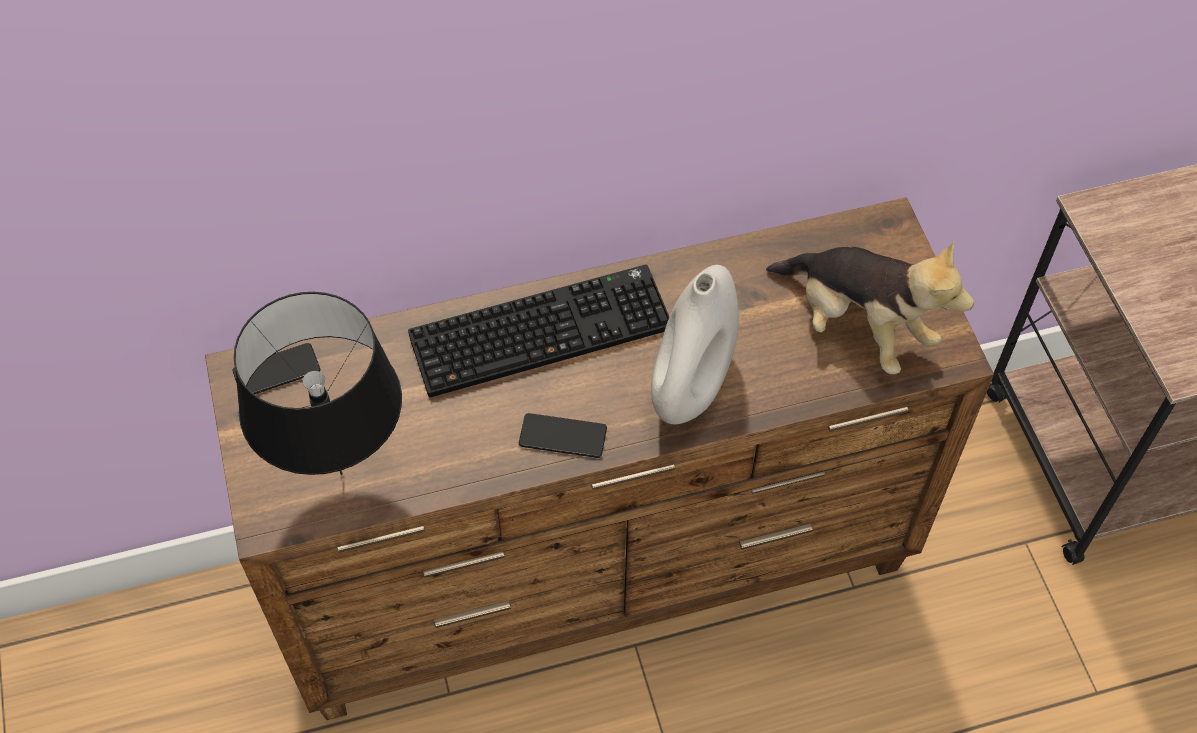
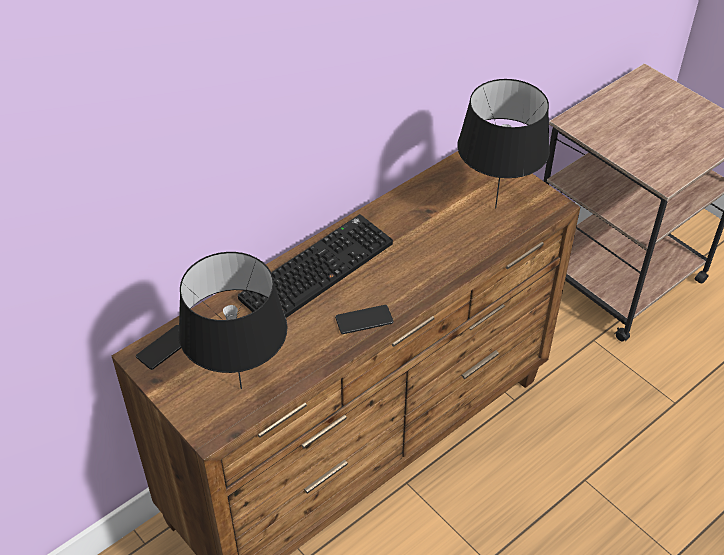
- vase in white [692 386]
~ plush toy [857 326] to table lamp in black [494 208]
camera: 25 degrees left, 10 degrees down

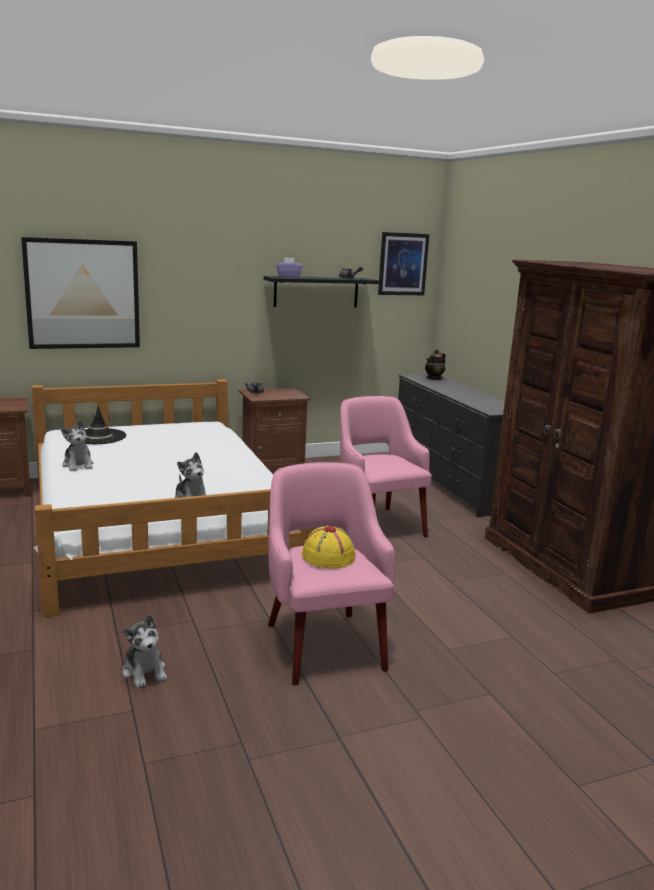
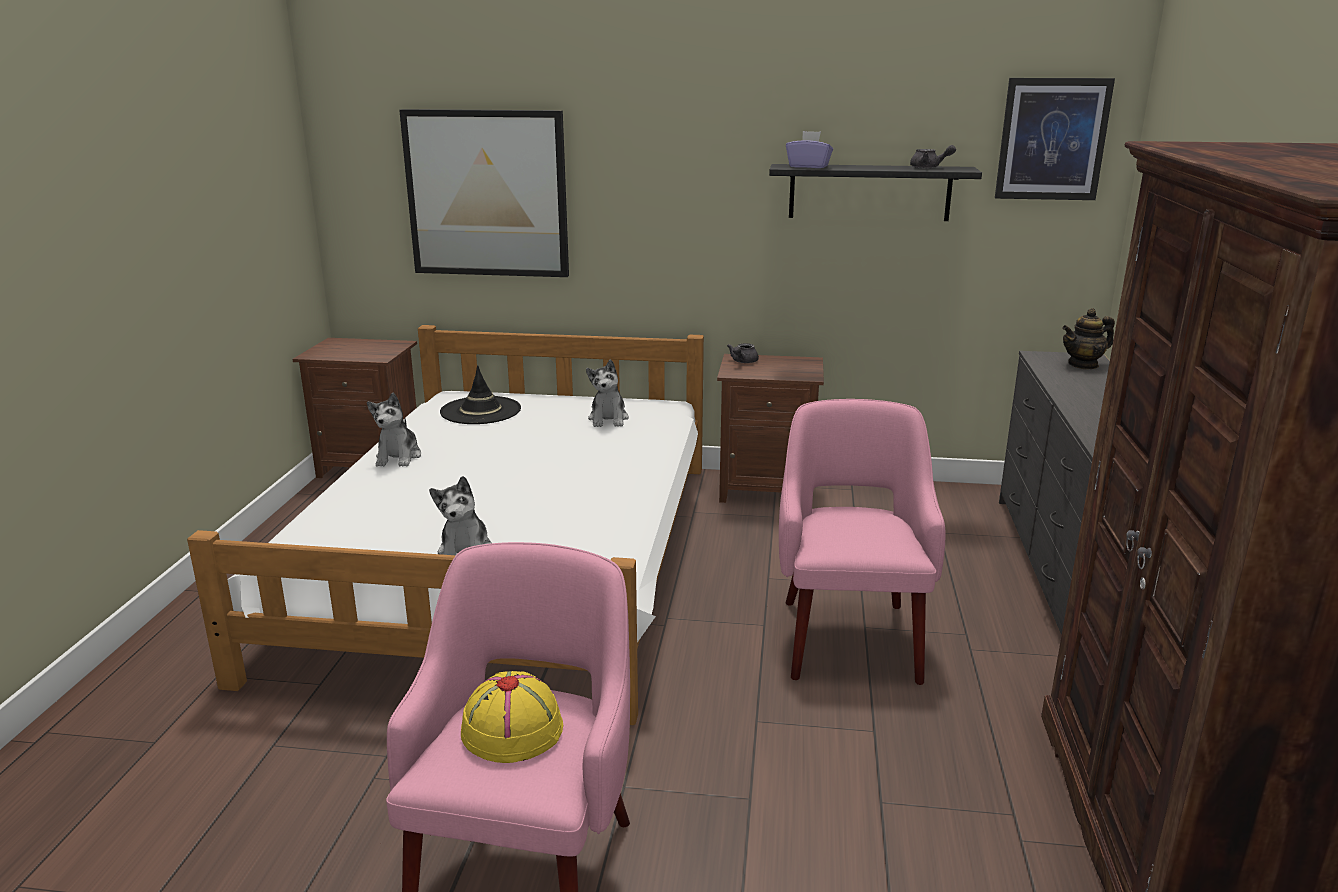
~ plush toy [145 671] to [608 419]
camera: 30 degrees right, 5 degrees up

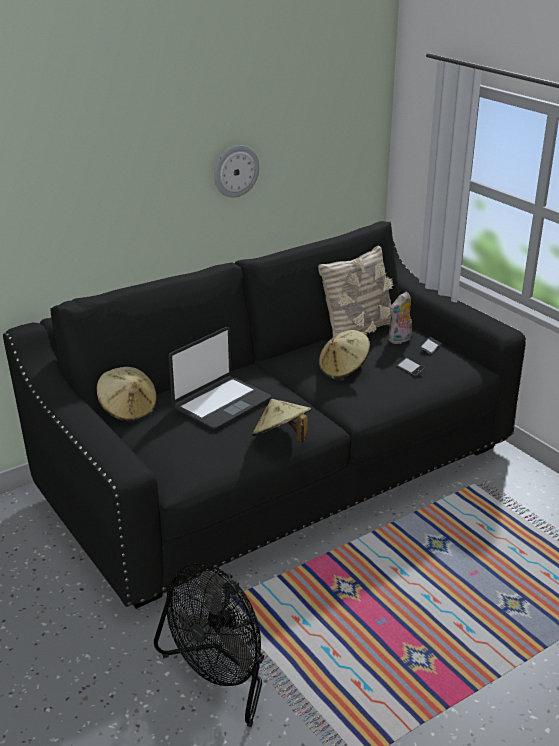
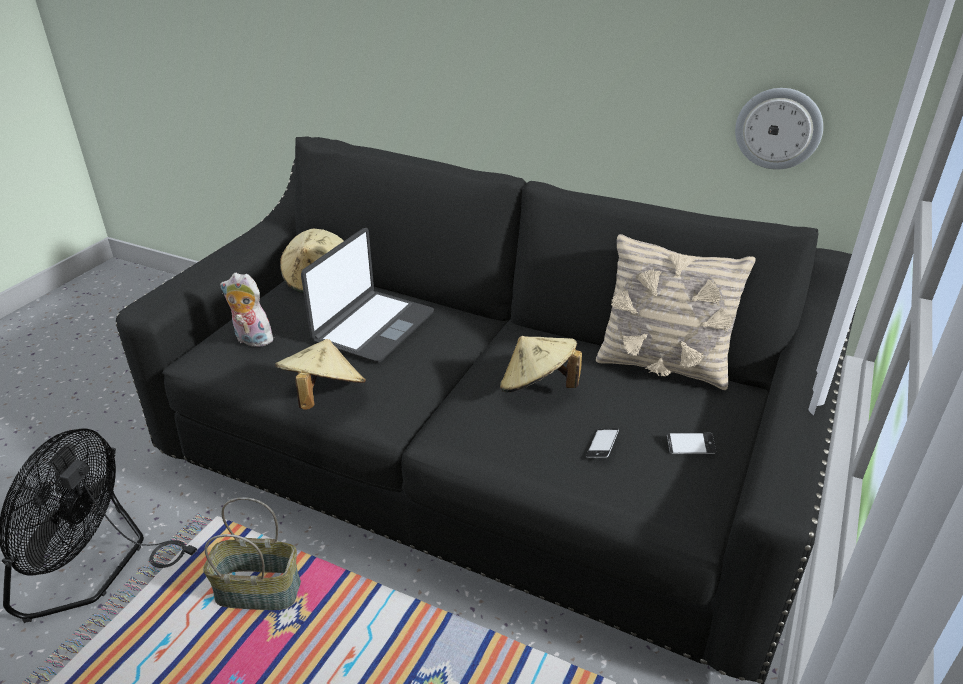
~ laptop [221 403] = [373 327] 75 degrees counterclockwise
~ wall clock [235 171] to [778 128]
~ plush toy [400 340] to [251 340]
+ basket [259 590]
camera: 60 degrees right, 5 degrees up

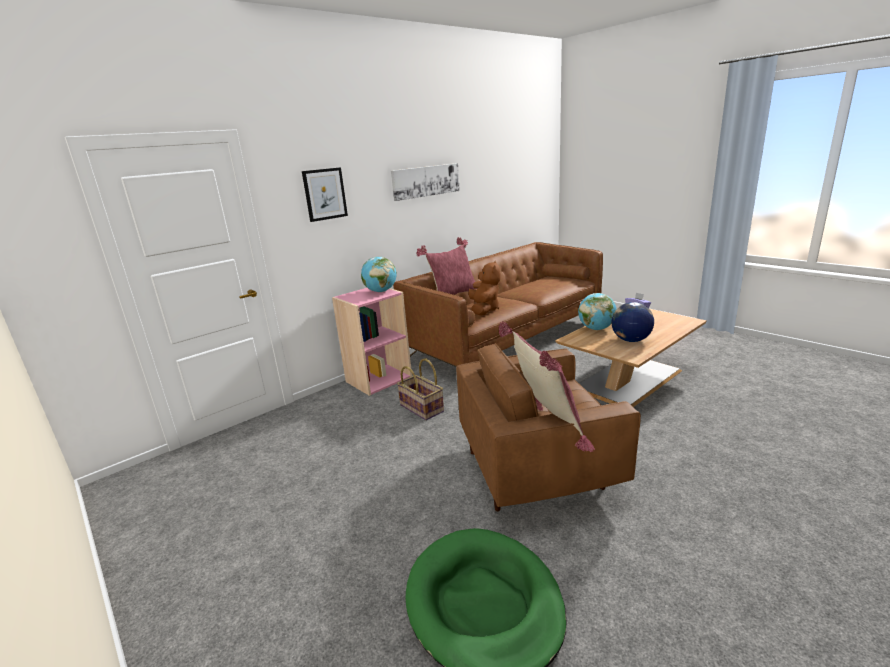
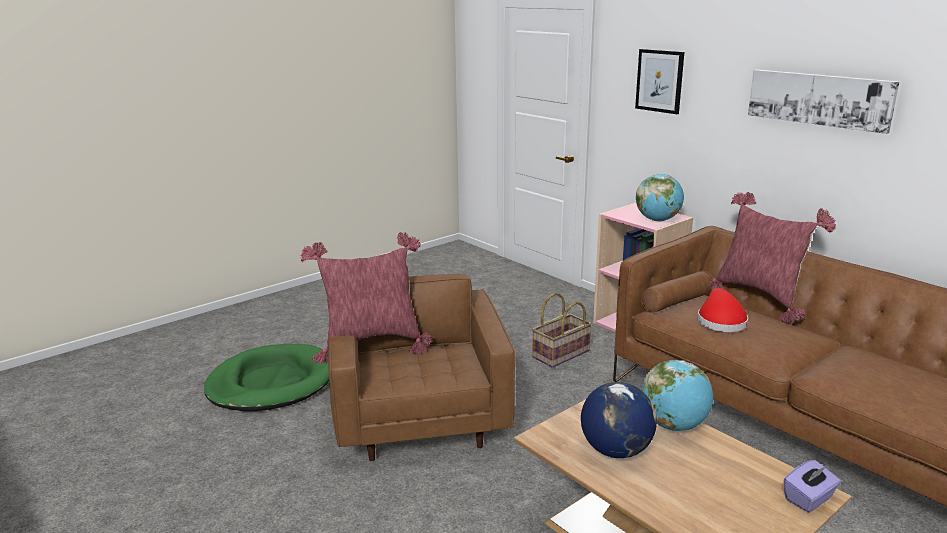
~ plush toy in brown [484 310] to hat in red [720 321]
camera: 90 degrees right, 0 degrees up

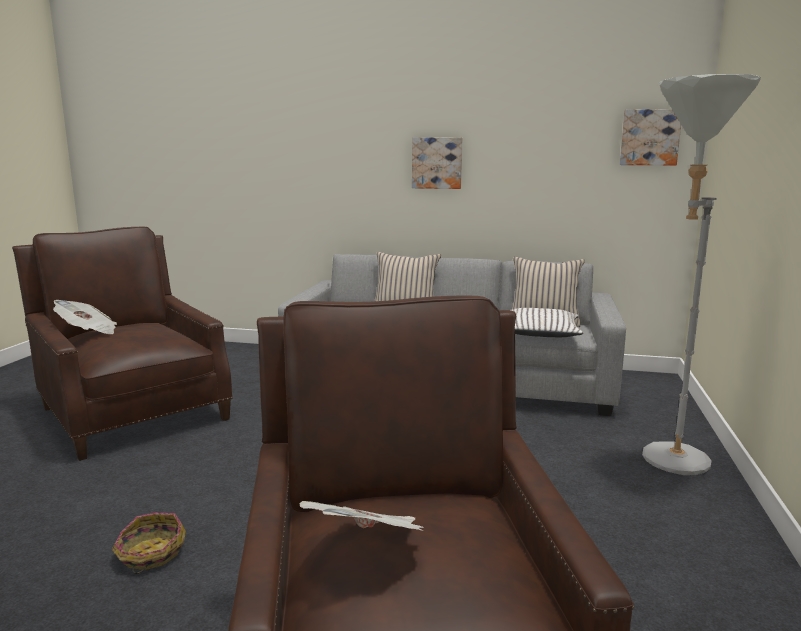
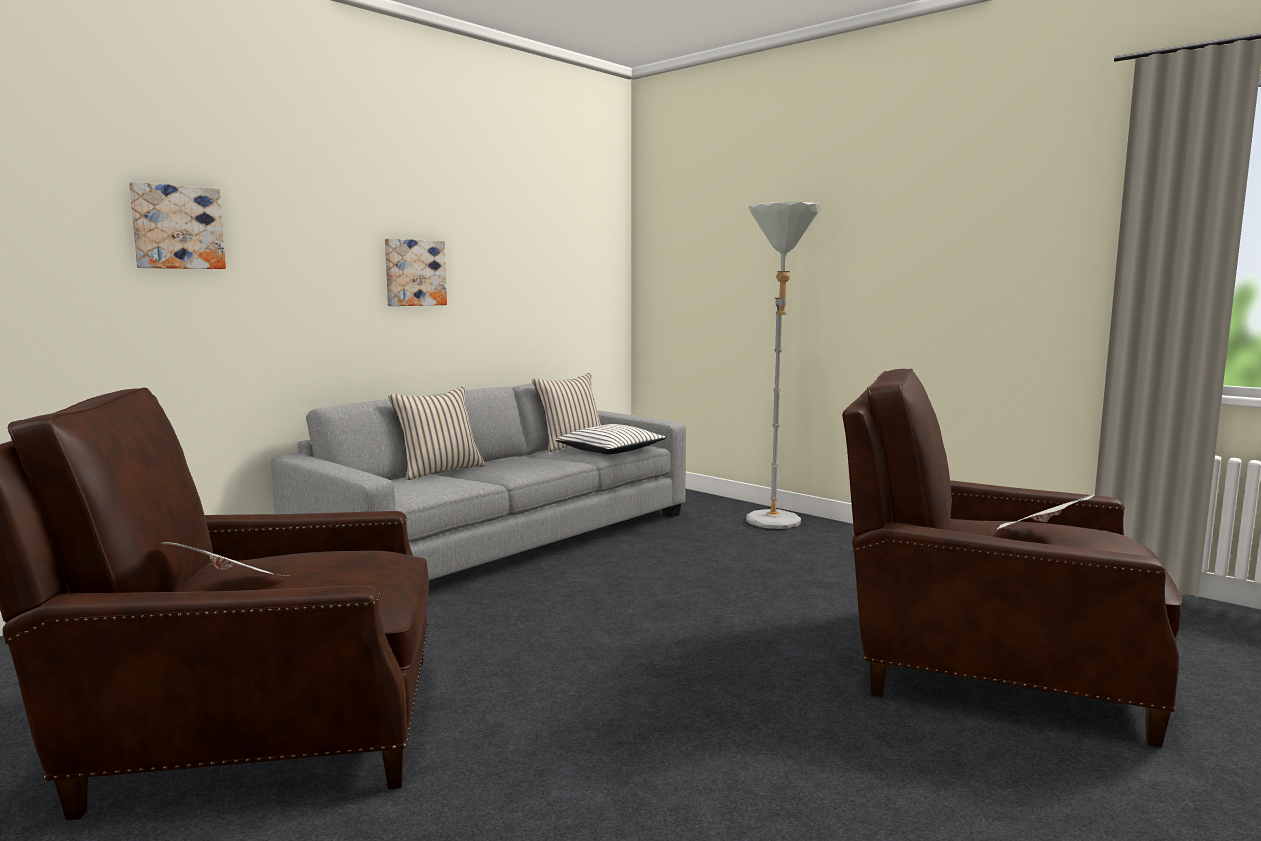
- basket [150 554]
~ picture [649 137] to [177 227]
camera: 60 degrees left, 5 degrees down

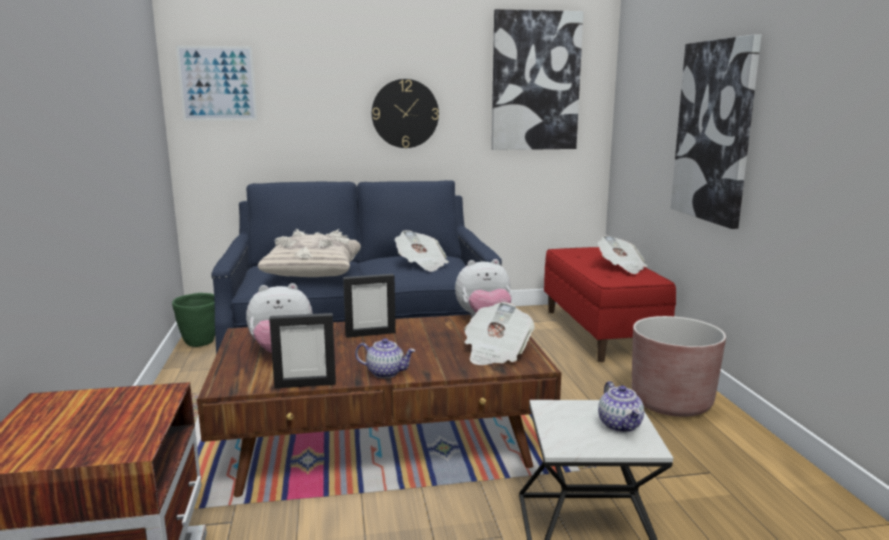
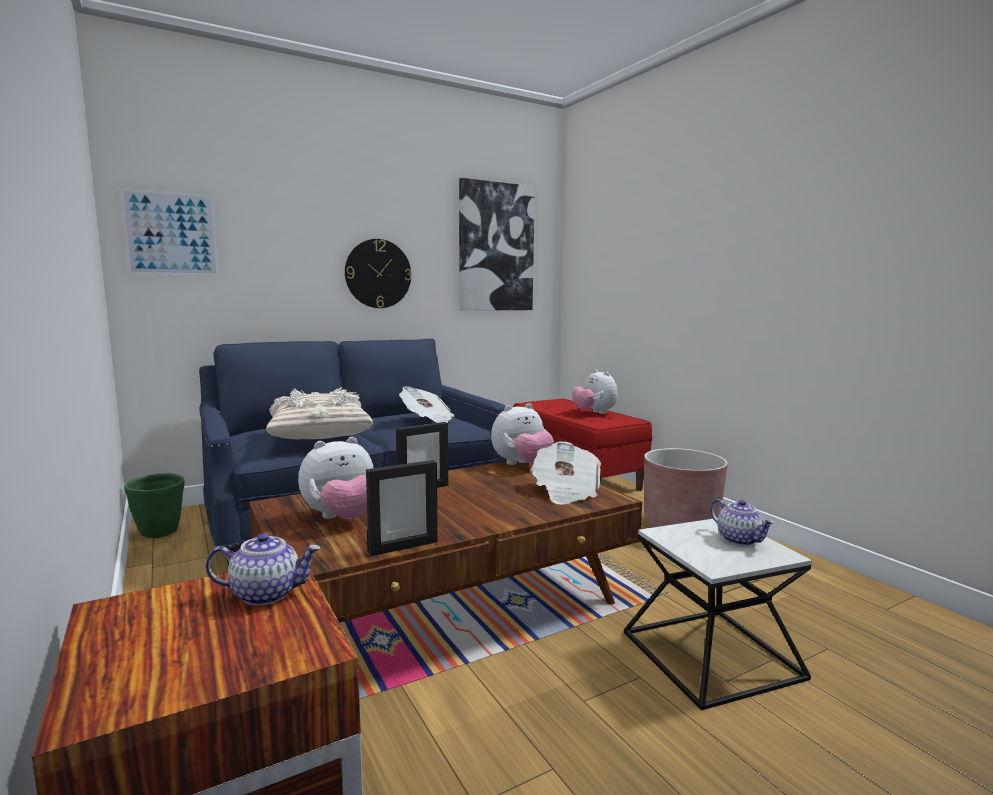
~ teapot [386 372] to [267 593]
~ newspaper [621 267] to plush toy [594 413]
- picture [714 131]
camera: 20 degrees left, 5 degrees down

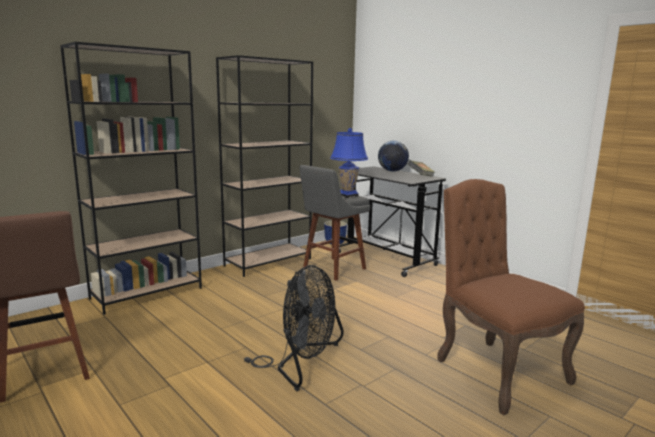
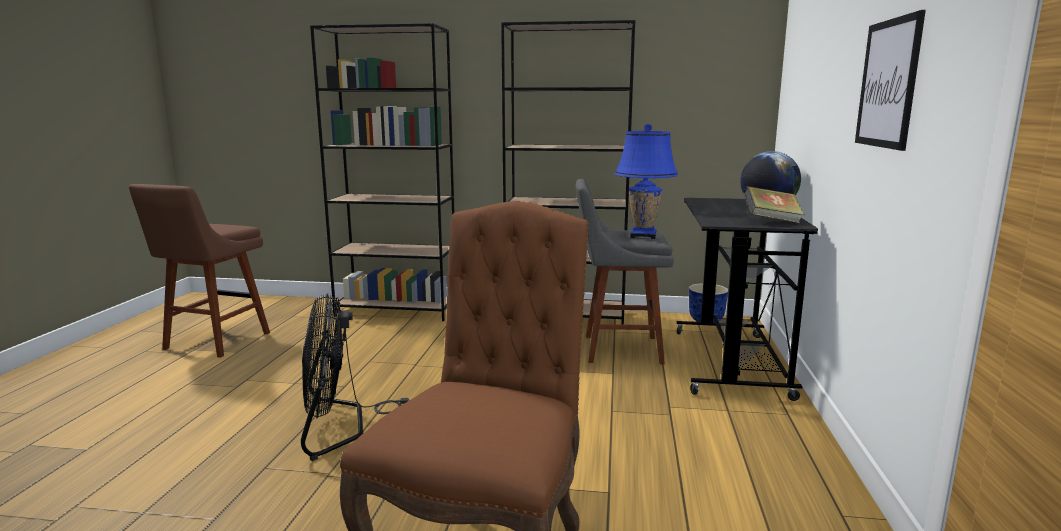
~ fan in black [300 362] = [342 422] 90 degrees clockwise
+ picture [888 83]
camera: 50 degrees right, 0 degrees up

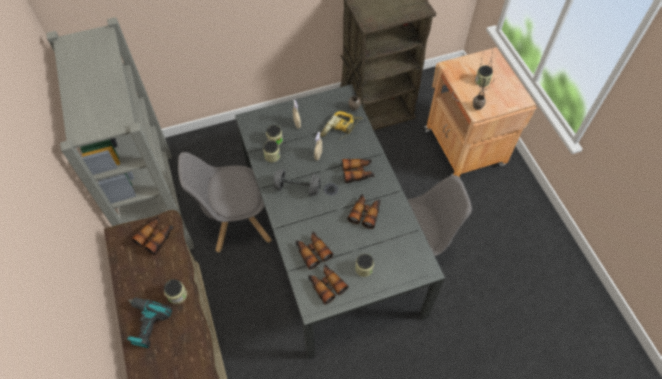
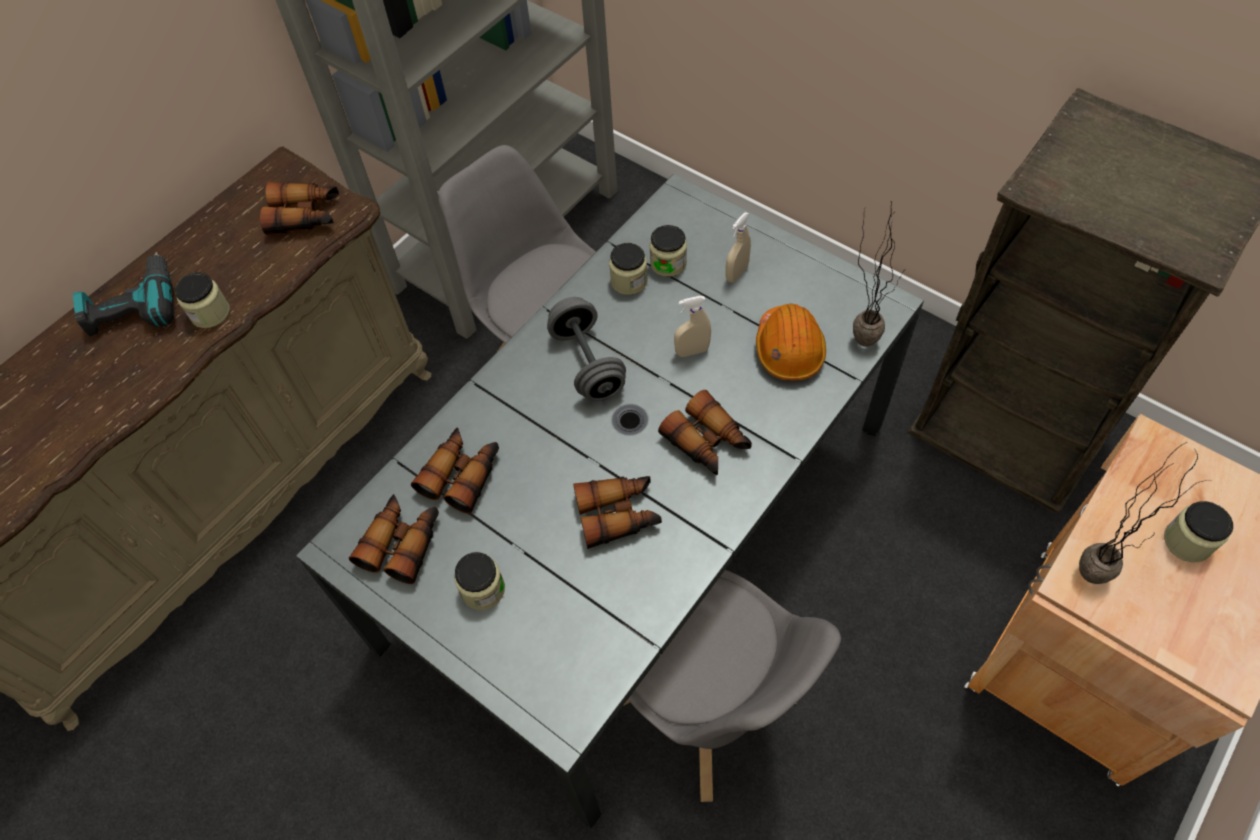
~ power drill [340 129] to hard hat in orange [789 349]
camera: 60 degrees right, 0 degrees up

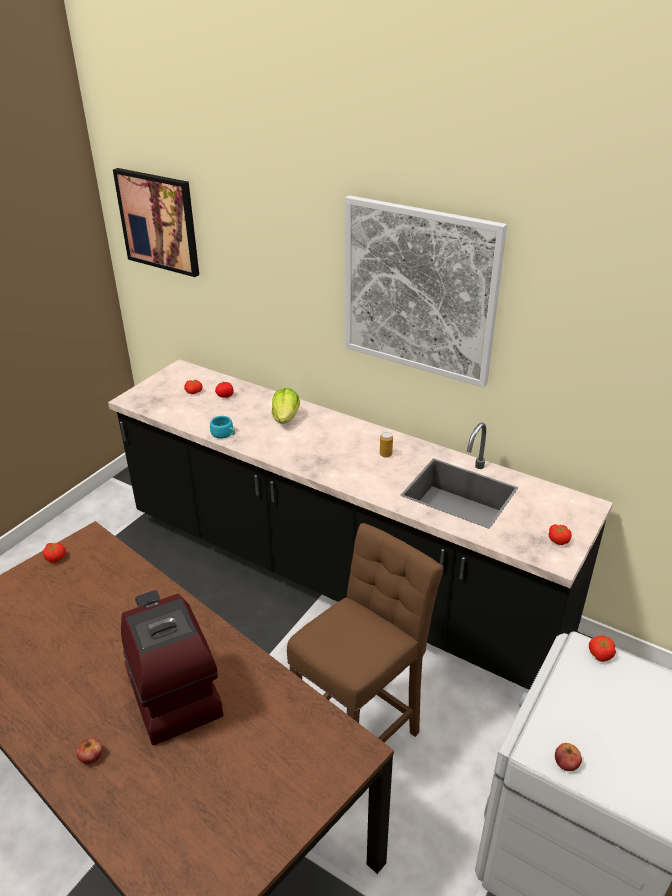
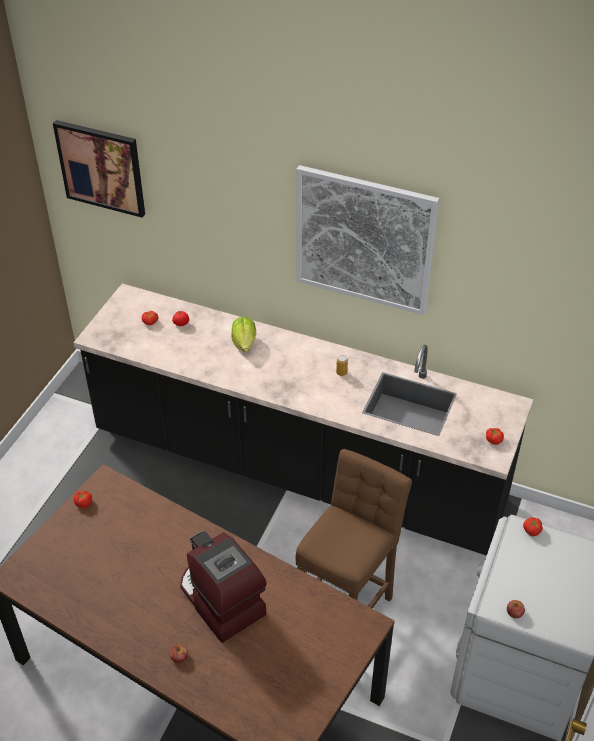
- cup in turquoise [224 434]
camera: 10 degrees left, 10 degrees up

